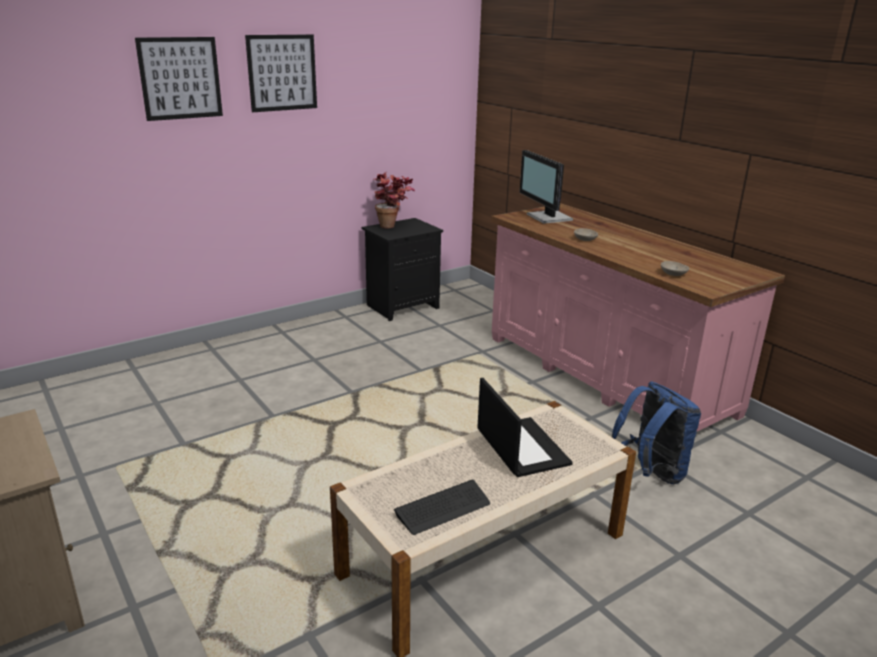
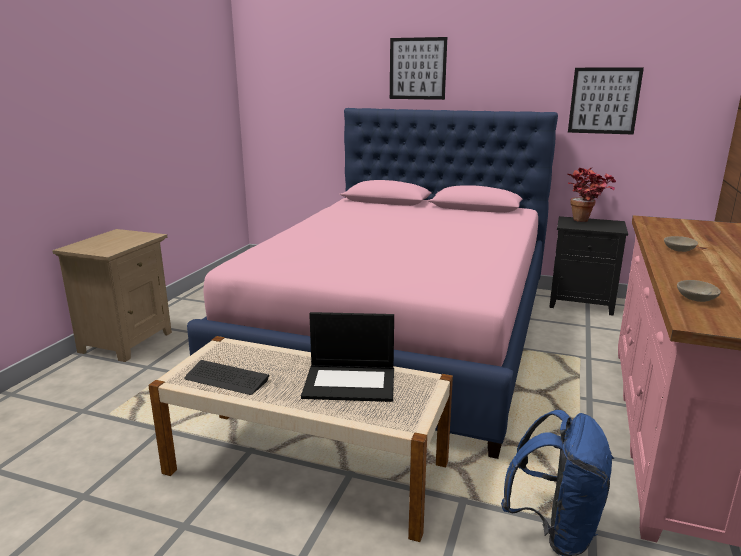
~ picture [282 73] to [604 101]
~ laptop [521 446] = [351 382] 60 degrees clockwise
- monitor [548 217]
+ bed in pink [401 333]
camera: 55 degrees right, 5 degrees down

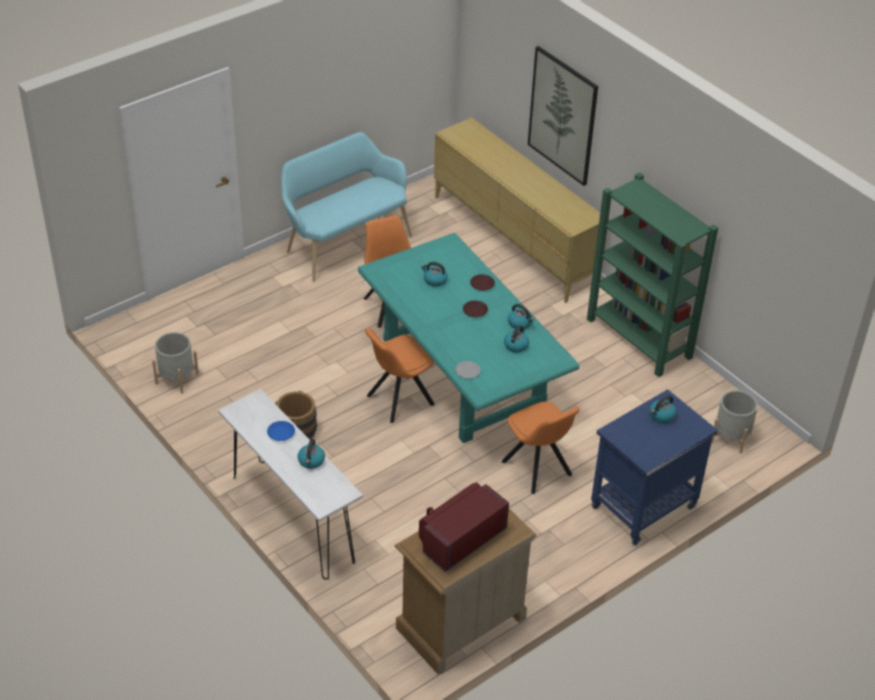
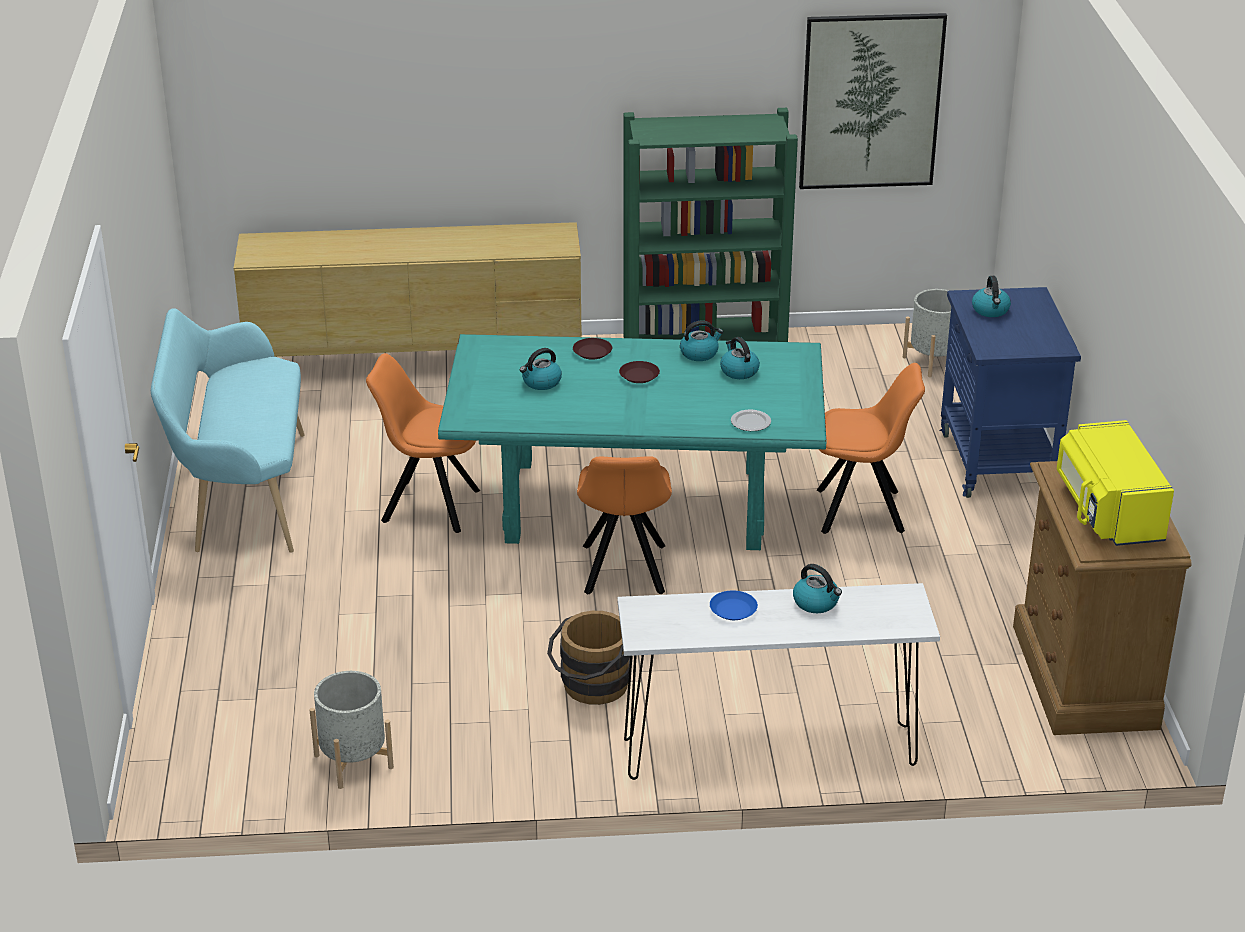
~ microwave in red [460 538] to microwave in yellow [1107 511]
~ picture [562 116] to [870 101]
camera: 55 degrees left, 10 degrees down

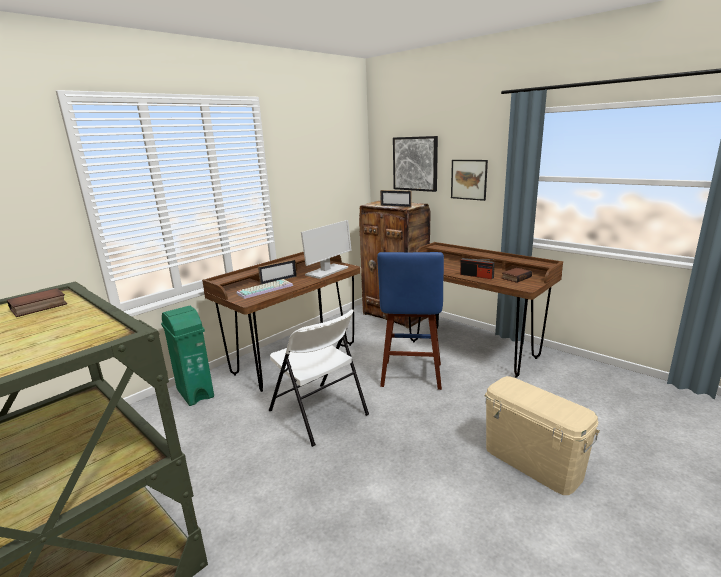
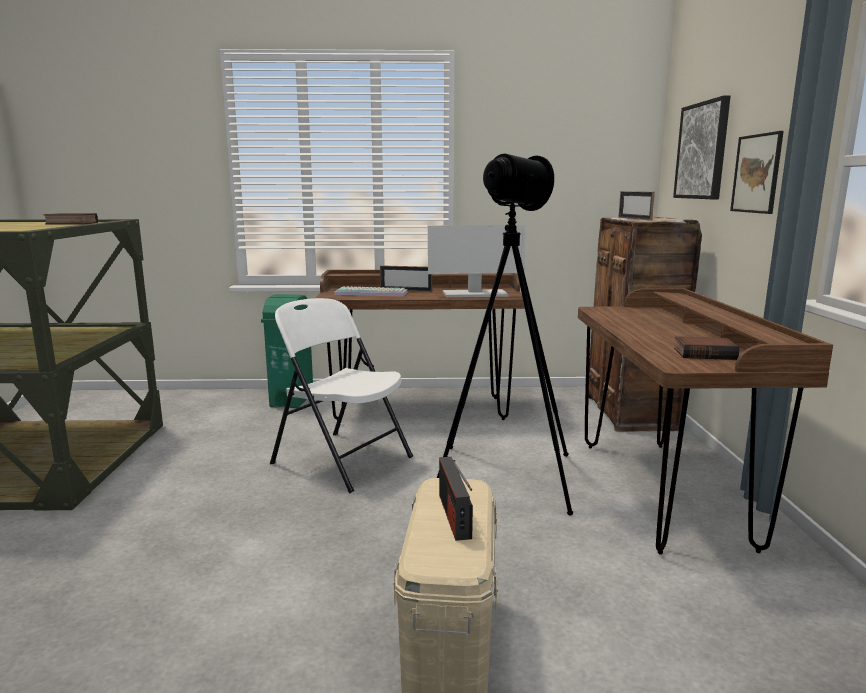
~ chair in white [317 413] = [342 460] 120 degrees clockwise
~ stool in blue [411 376] to floor lamp in black [504 478]
~ radio [476 276] to [454 516]
camera: 45 degrees right, 5 degrees down

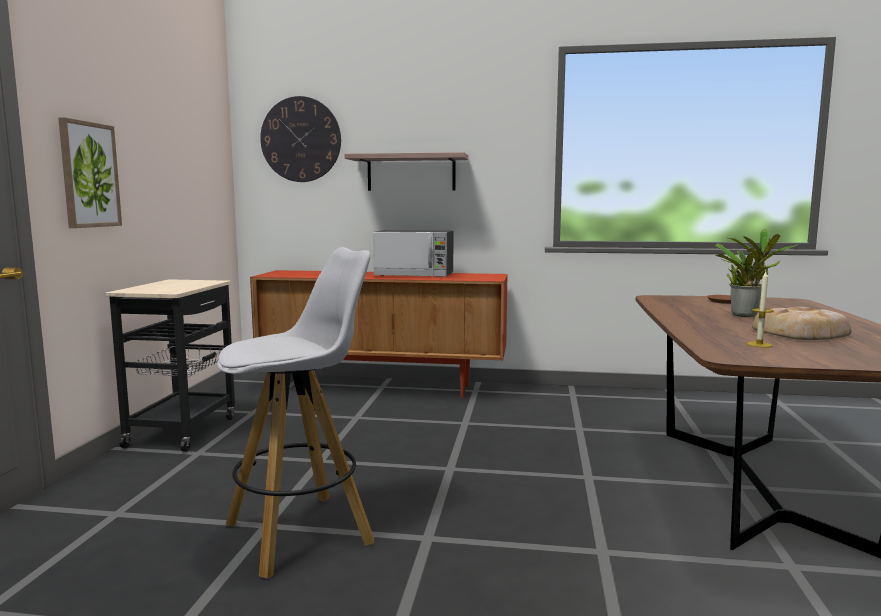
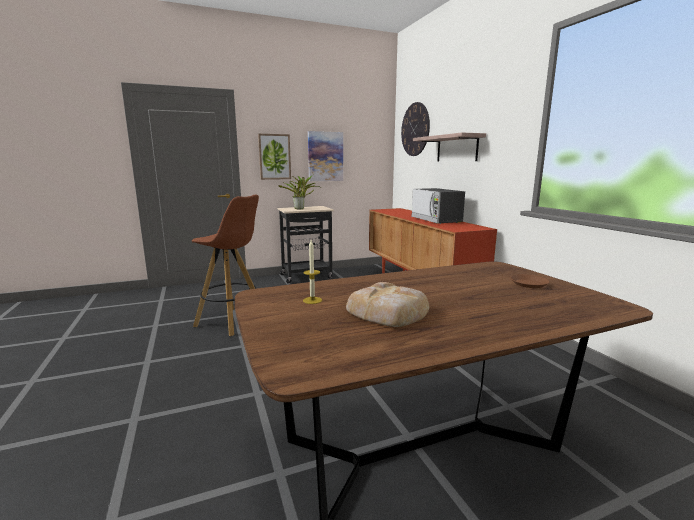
~ stool in white [301 533] to stool in brown [232 321]
~ potted plant [746 315] to [300 209]
+ picture [325 156]
camera: 60 degrees right, 5 degrees up

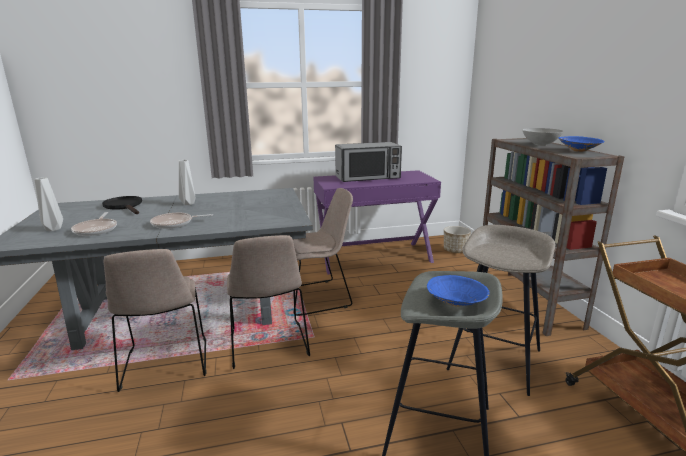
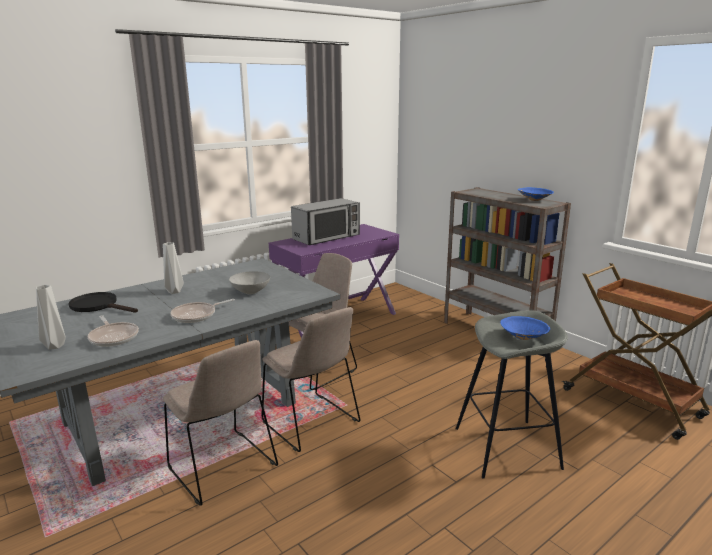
- planter [455 250]
- stool in grey [495 359]
~ bowl in grey [540 144] to [250 292]
camera: 25 degrees left, 0 degrees up

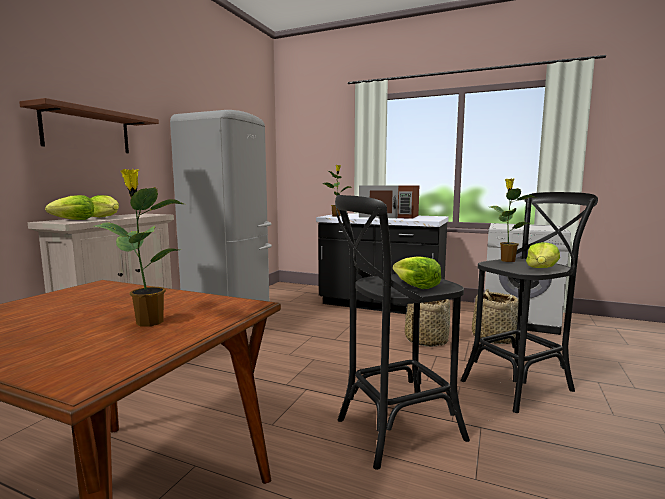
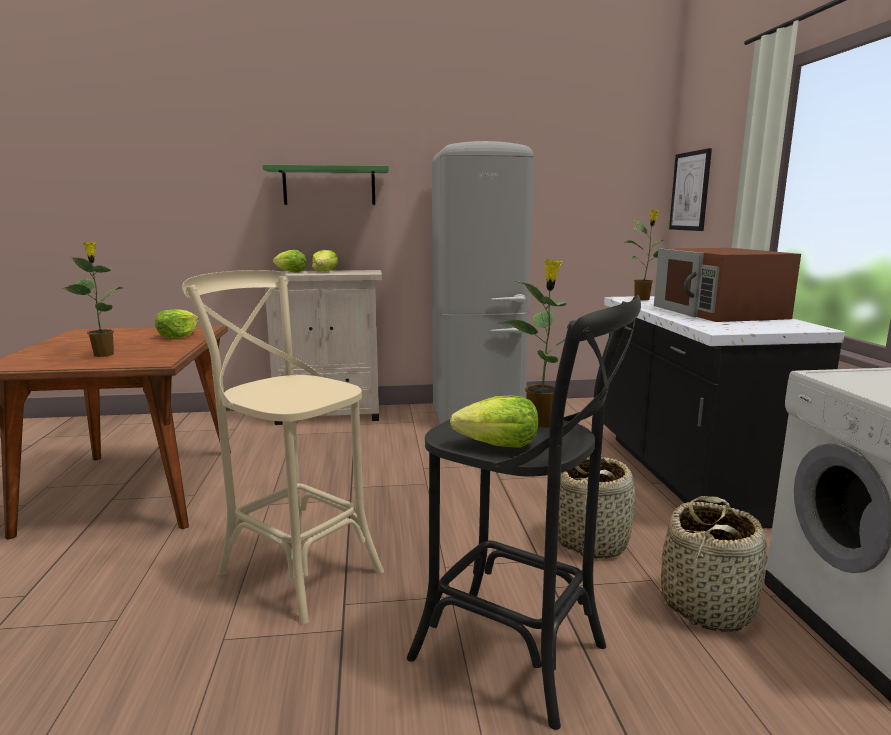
~ shelf in brown [87 131] to shelf in green [329 186]
~ stool in black [394 430] to stool in beige [295 568]
~ lettuce [416 286] to [178 336]
+ picture [690 191]
camera: 60 degrees right, 5 degrees up

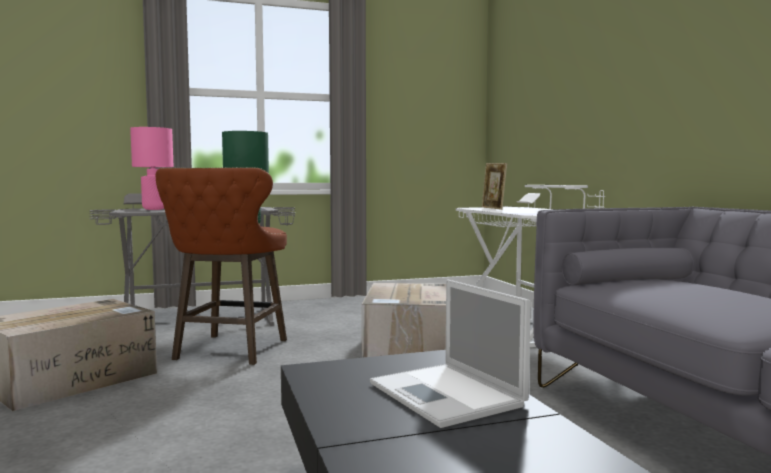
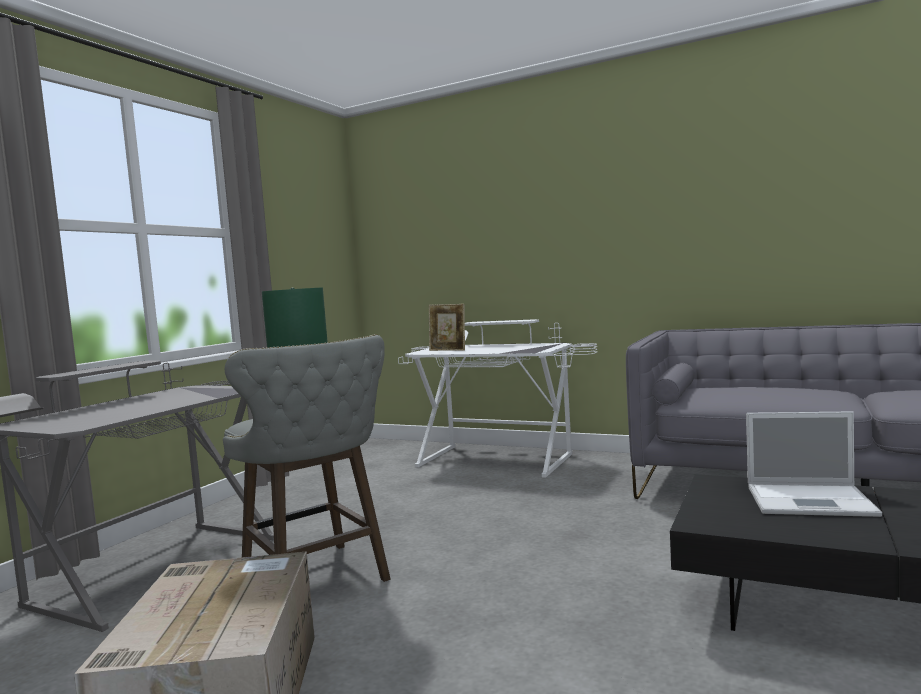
- table lamp in pink [154 209]
~ stool in brown [229 351] to stool in grey [317 580]
- cardboard box [408 347]
camera: 45 degrees left, 0 degrees up

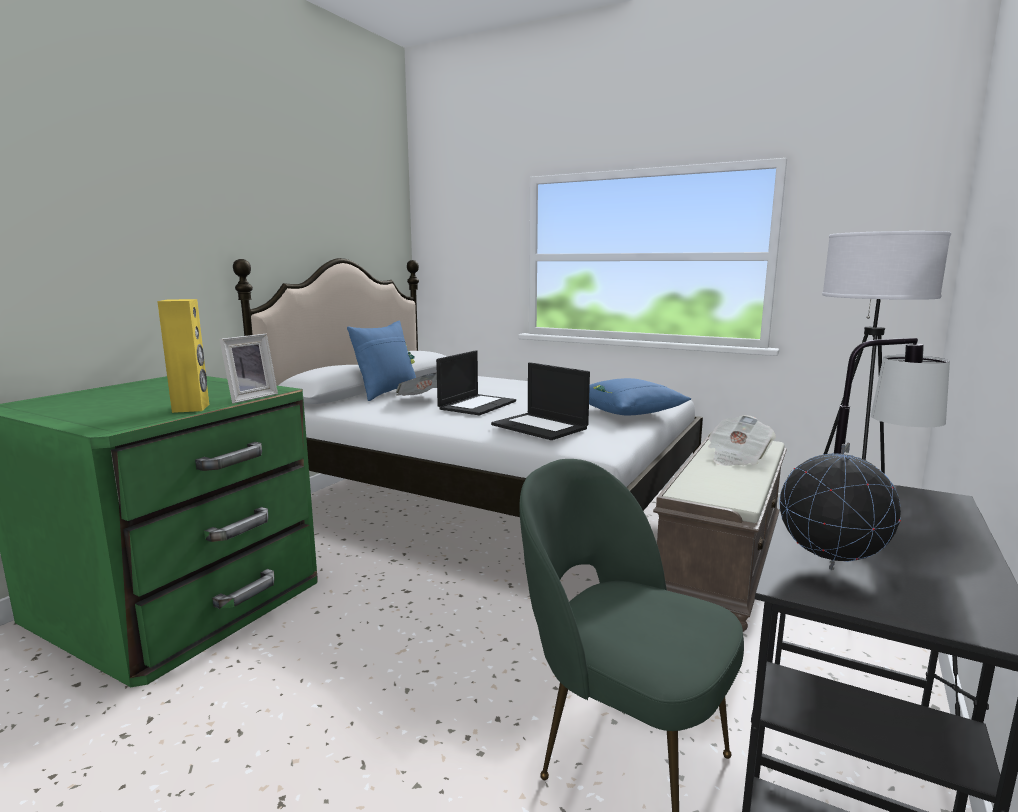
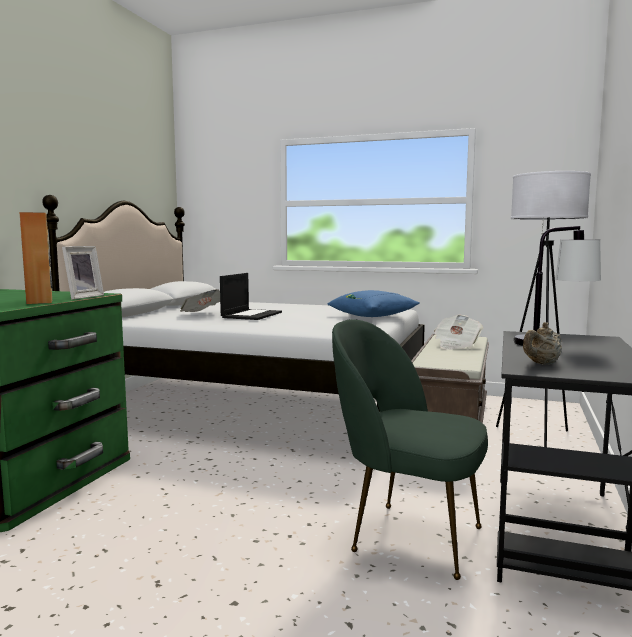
~ speaker in yellow [191 408] to speaker in brown [40 302]
- pillow in blue [386 394]
- laptop [541 427]
~ globe [828 569] to teapot in beige [542 364]
camera: 10 degrees left, 5 degrees down

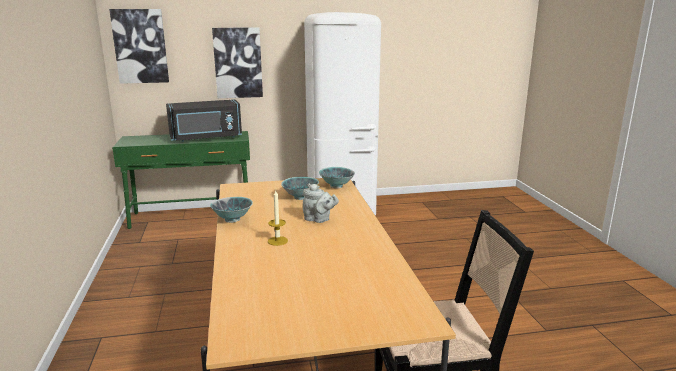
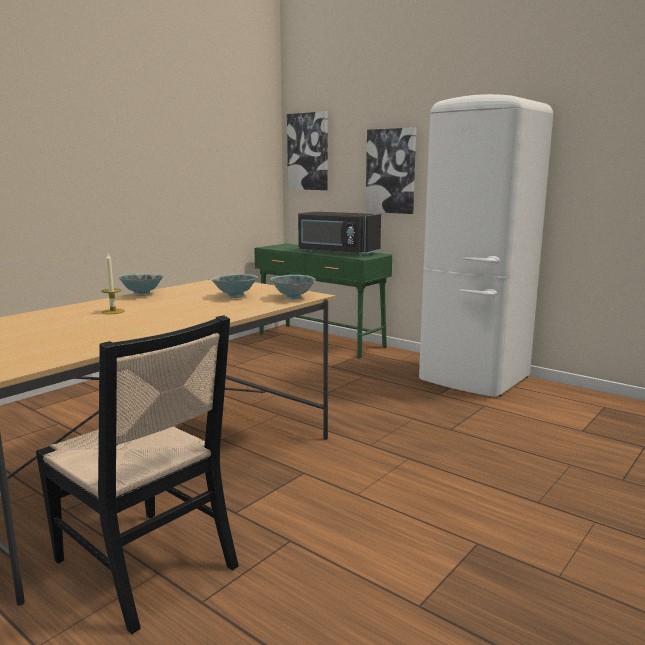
- teapot in grey [318 219]
camera: 50 degrees right, 5 degrees down

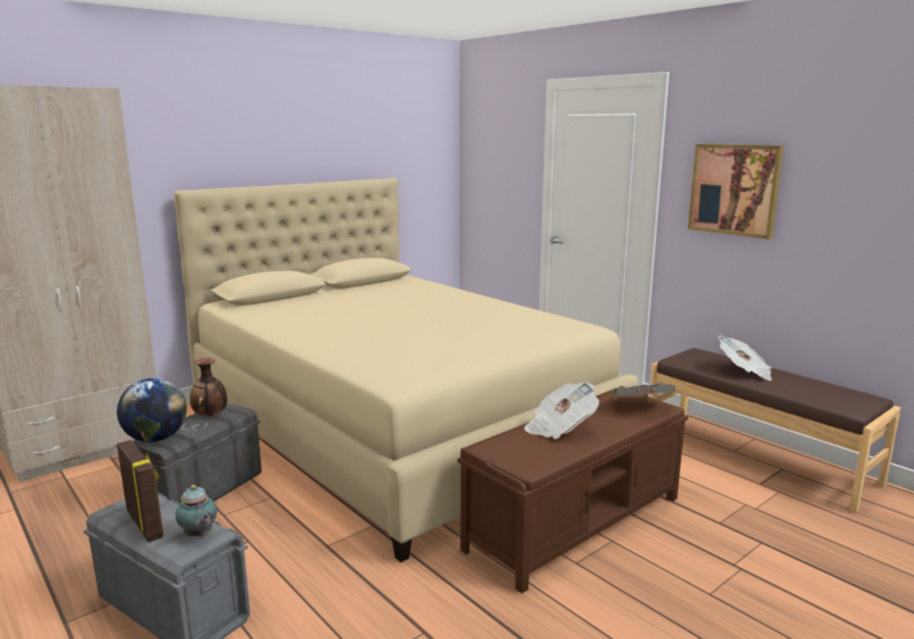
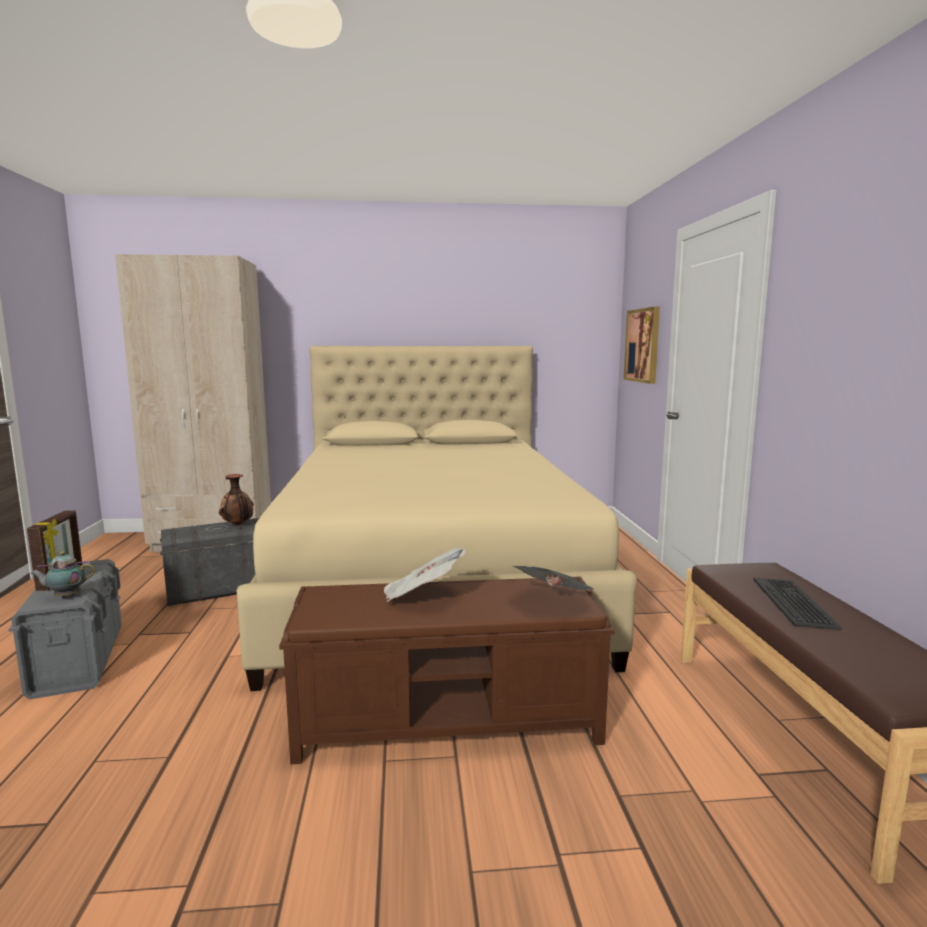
- globe [156 439]
~ teapot [199 535] = [66 596] 75 degrees clockwise
~ picture [734 189] to [643 345]
~ newspaper [744 372] to keyboard [794 603]
camera: 35 degrees right, 5 degrees down

